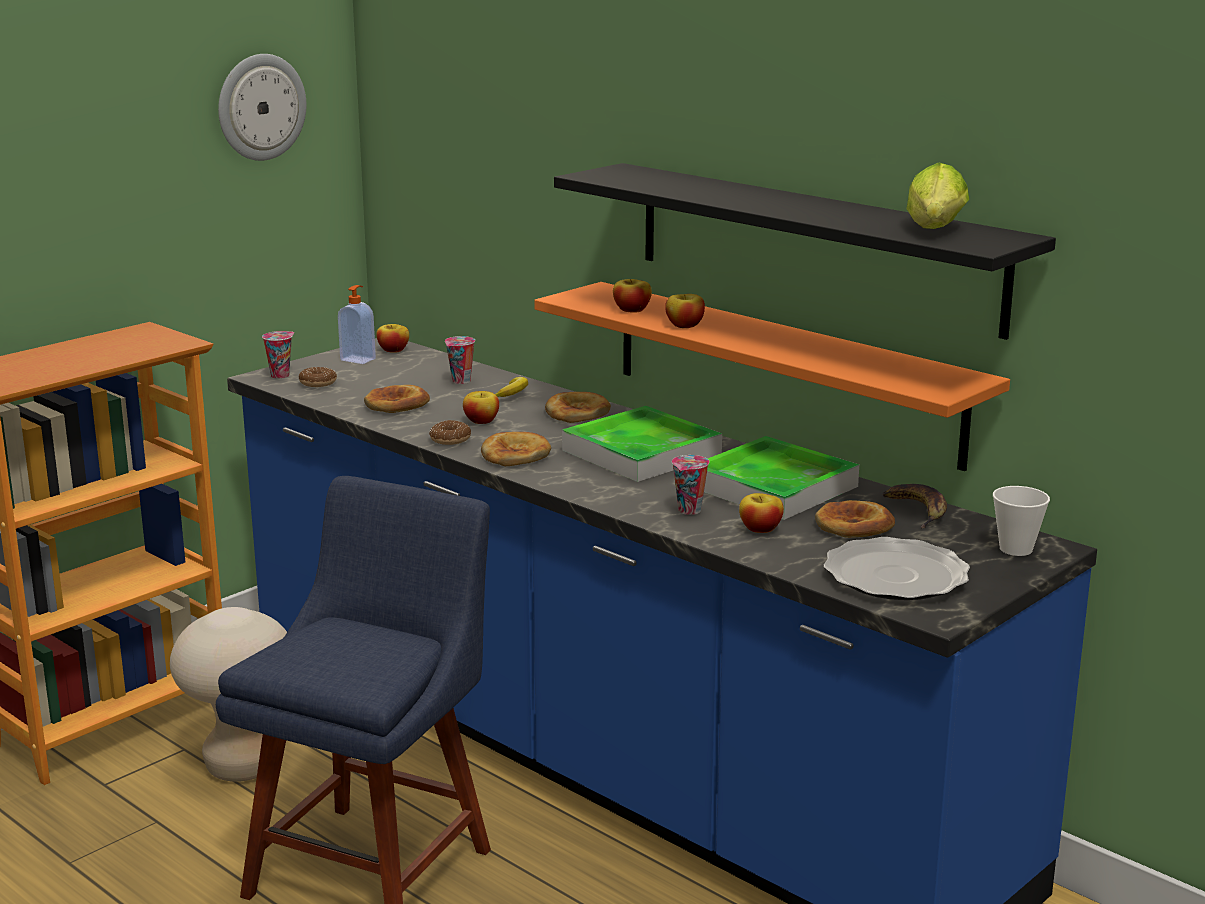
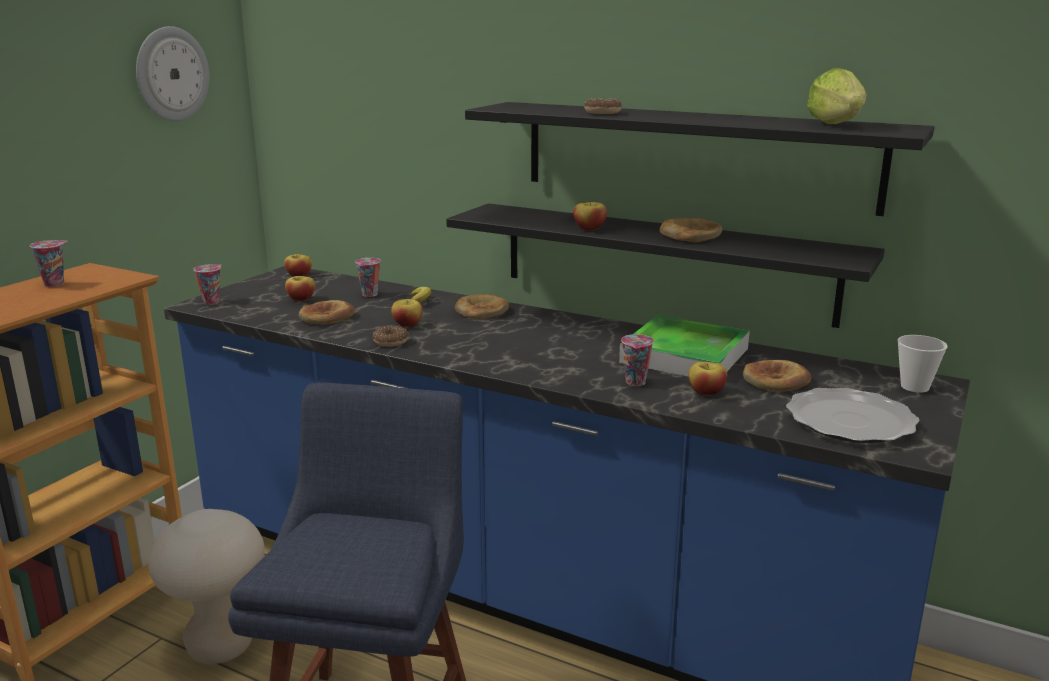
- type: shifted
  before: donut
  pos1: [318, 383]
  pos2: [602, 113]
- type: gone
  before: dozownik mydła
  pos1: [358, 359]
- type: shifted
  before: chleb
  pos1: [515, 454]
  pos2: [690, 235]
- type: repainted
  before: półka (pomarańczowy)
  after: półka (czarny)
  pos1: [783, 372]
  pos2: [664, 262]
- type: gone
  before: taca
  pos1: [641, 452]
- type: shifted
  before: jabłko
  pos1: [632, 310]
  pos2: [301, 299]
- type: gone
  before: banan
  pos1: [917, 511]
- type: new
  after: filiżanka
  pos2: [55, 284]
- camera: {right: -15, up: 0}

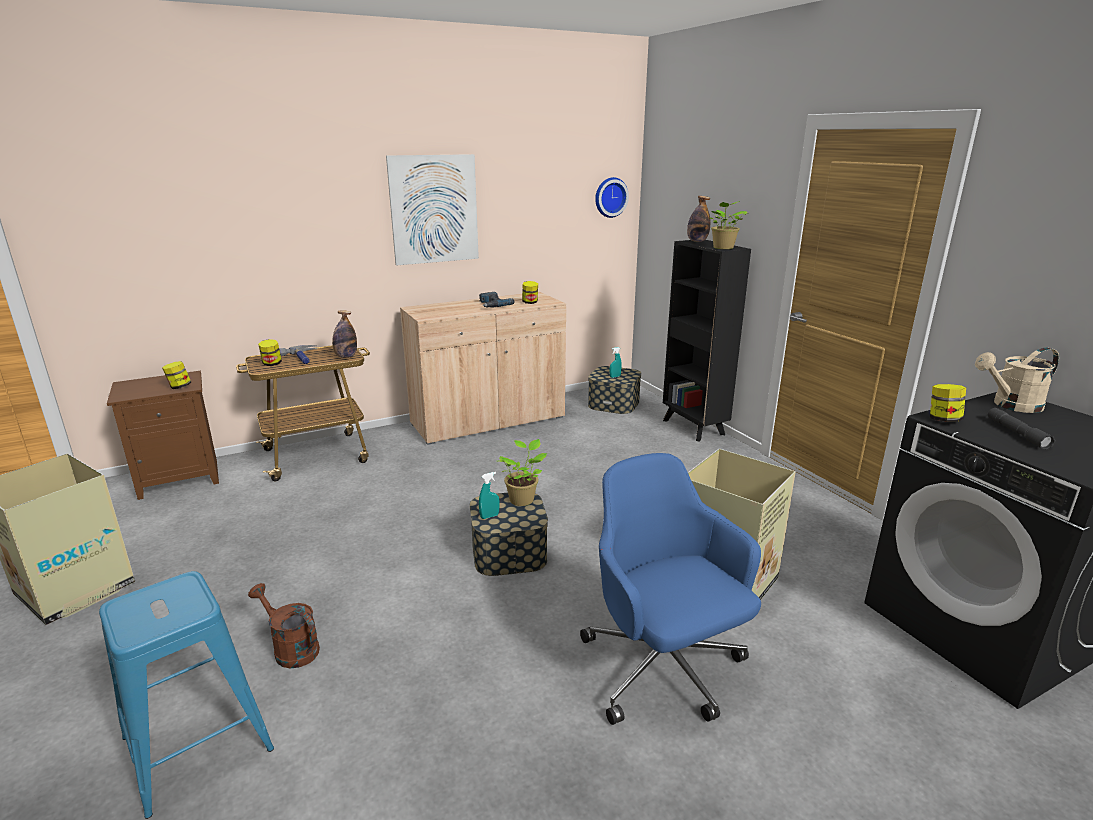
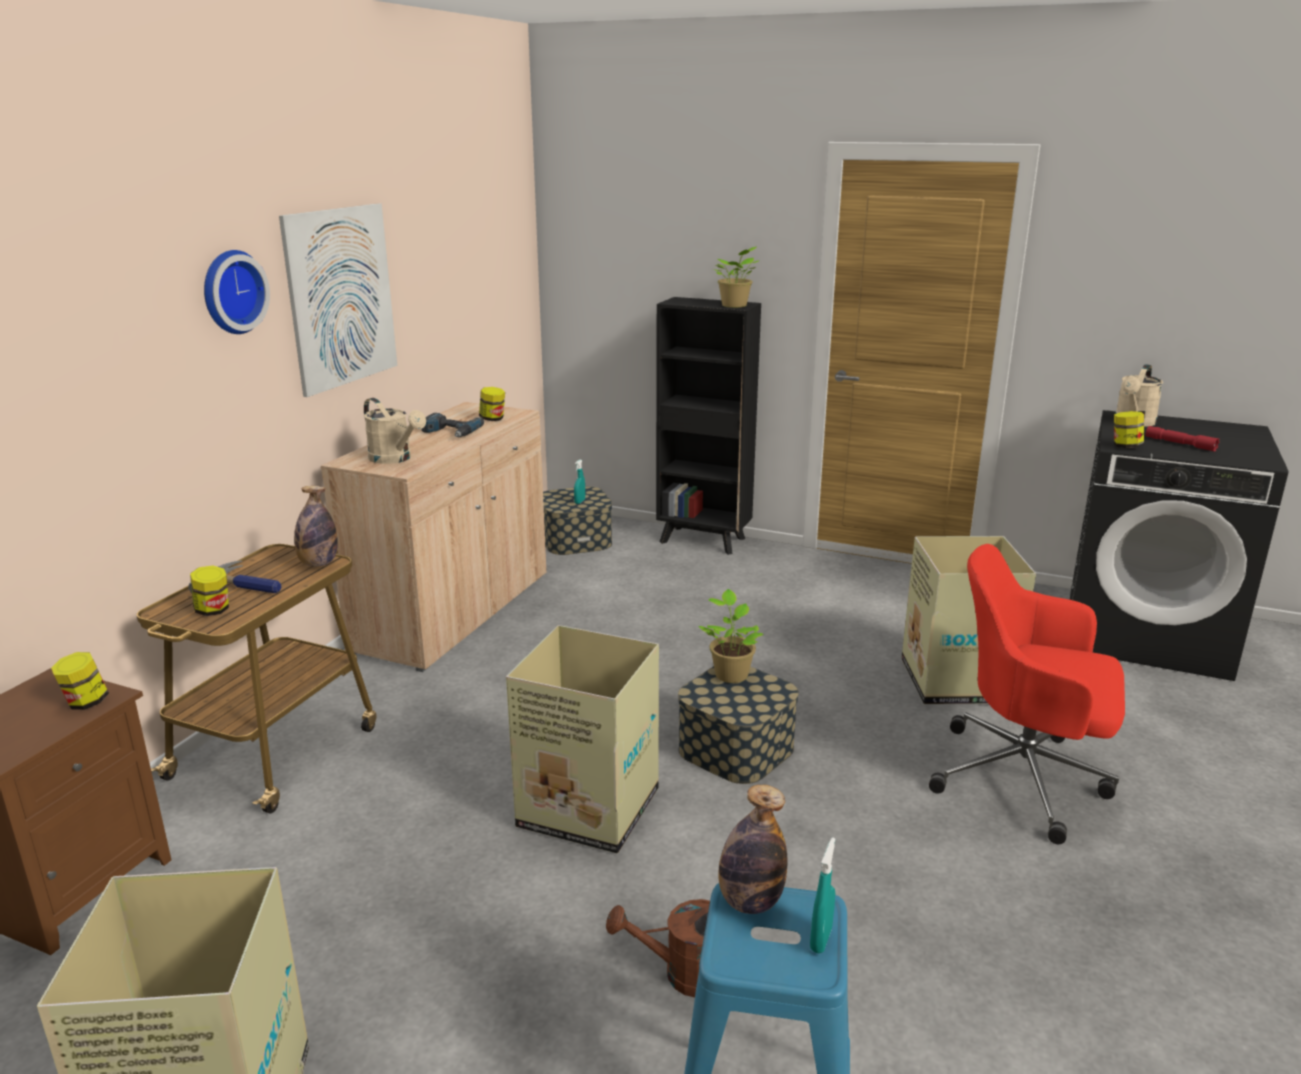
- type: shifted
  before: spryskiwacz (turkusowy)
  pos1: [489, 516]
  pos2: [821, 939]
- type: repainted
  before: krzesło biurowe (niebieski)
  after: krzesło biurowe (czerwony)
  pos1: [663, 669]
  pos2: [1024, 778]
- type: shifted
  before: zegar ścienny
  pos1: [610, 197]
  pos2: [231, 292]
- type: shifted
  before: butelka
  pos1: [697, 241]
  pos2: [750, 902]
- type: repainted
  before: latarka (szary)
  after: latarka (czerwony)
  pos1: [1017, 433]
  pos2: [1180, 444]
- type: new
  after: konewka (beżowy)
  pos2: [395, 459]
- type: new
  after: karton
  pos2: [586, 808]
- camera: {right: -40, up: 0}

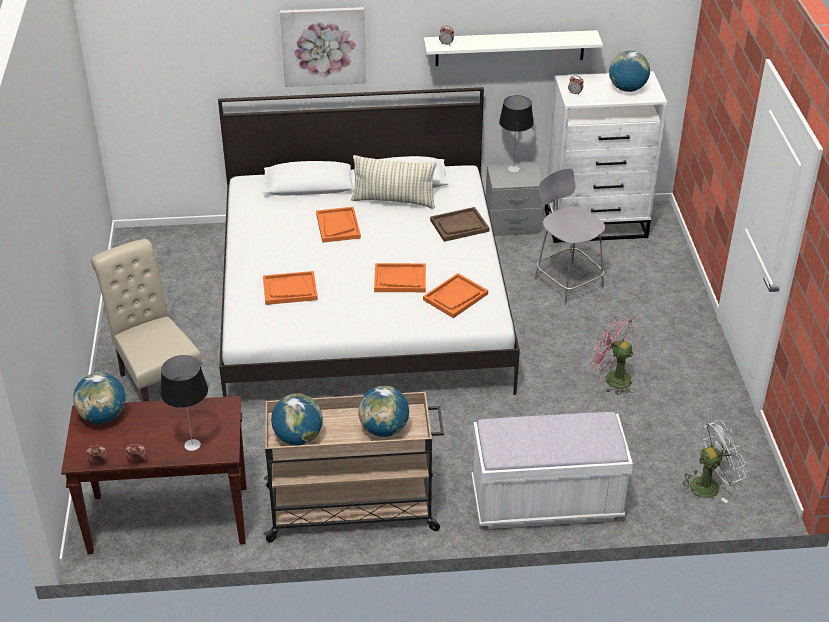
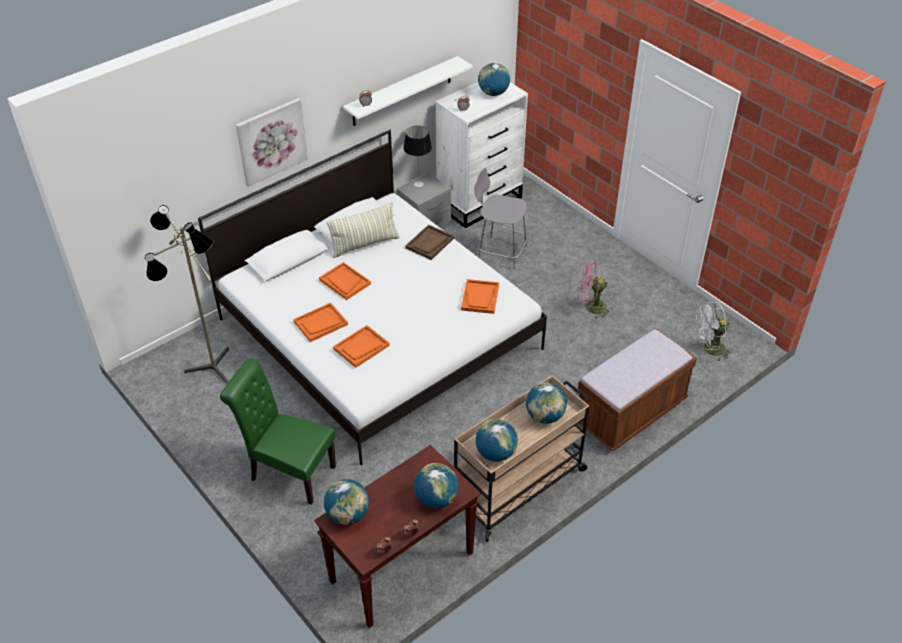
- type: repainted
  before: krzesło (beżowy)
  after: krzesło (zielony)
  pos1: [157, 384]
  pos2: [288, 472]
- type: swapped
  before: lampa stołowa
  after: globus
  pos1: [193, 444]
  pos2: [436, 499]
- type: shifted
  before: taca (pomarańczowy)
  pos1: [400, 279]
  pos2: [320, 323]
- type: repainted
  before: ławka (biały)
  after: ławka (brązowy)
  pos1: [546, 502]
  pos2: [630, 413]
- type: rotated
  before: wentylator (biały)
  pos1: [710, 485]
  pos2: [709, 349]
  turn: -135
- type: new
  after: lampa stojąca
  pos2: [209, 372]
- camera: {right: -35, up: 5}

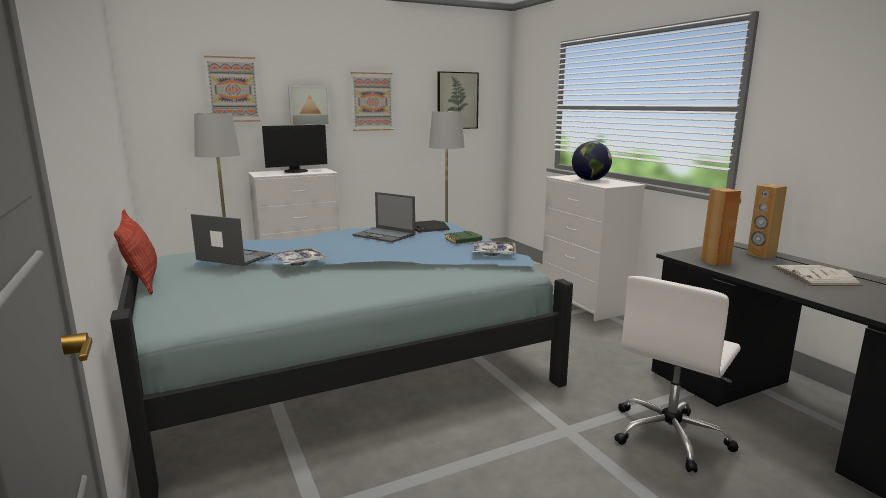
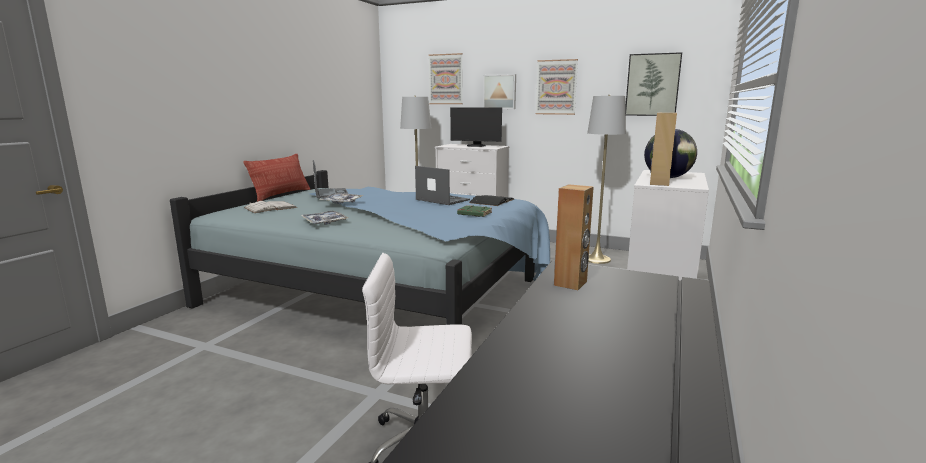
- type: rotated
  before: laptop
  pos1: [384, 235]
  pos2: [442, 199]
  turn: 135
- type: shifted
  before: taca
  pos1: [493, 253]
  pos2: [324, 222]
- type: shifted
  before: głośnik (brązowy)
  pos1: [761, 255]
  pos2: [659, 183]
- type: shifted
  before: książka (biały)
  pos1: [814, 276]
  pos2: [270, 207]
- camera: {right: 50, up: 0}

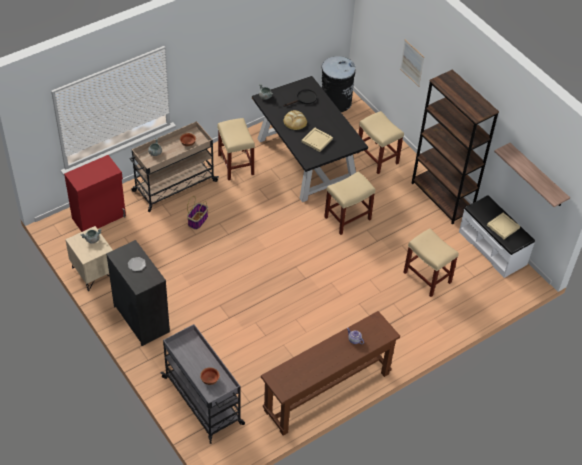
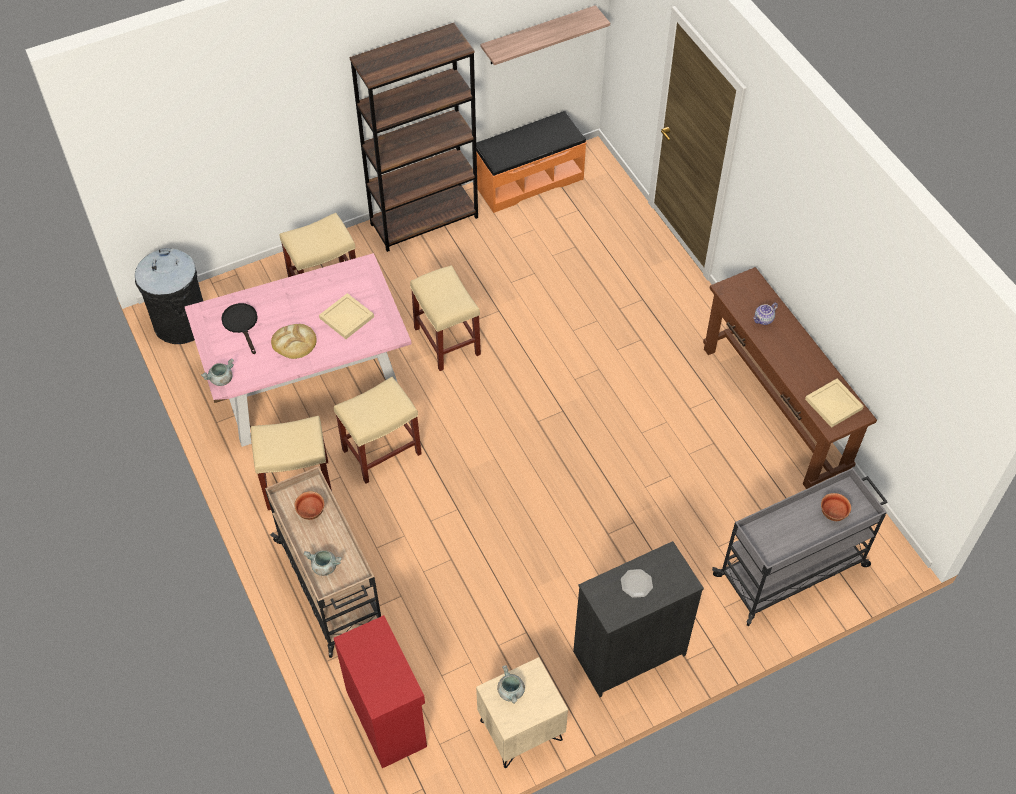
- type: gone
  before: koszyk
  pos1: [198, 220]
- type: repainted
  before: stół jadalny (czarny)
  after: stół jadalny (różowy)
  pos1: [307, 160]
  pos2: [309, 380]
- type: gone
  before: obraz
  pos1: [412, 63]
- type: shifted
  before: stołek (beżowy)
  pos1: [426, 277]
  pos2: [381, 452]
- type: repainted
  before: ławka (biały)
  after: ławka (pomarańczowy)
  pos1: [493, 248]
  pos2: [528, 181]
- type: shifted
  before: taca (beżowy)
  pos1: [503, 227]
  pos2: [834, 404]
- camera: {right: -80, up: 5}

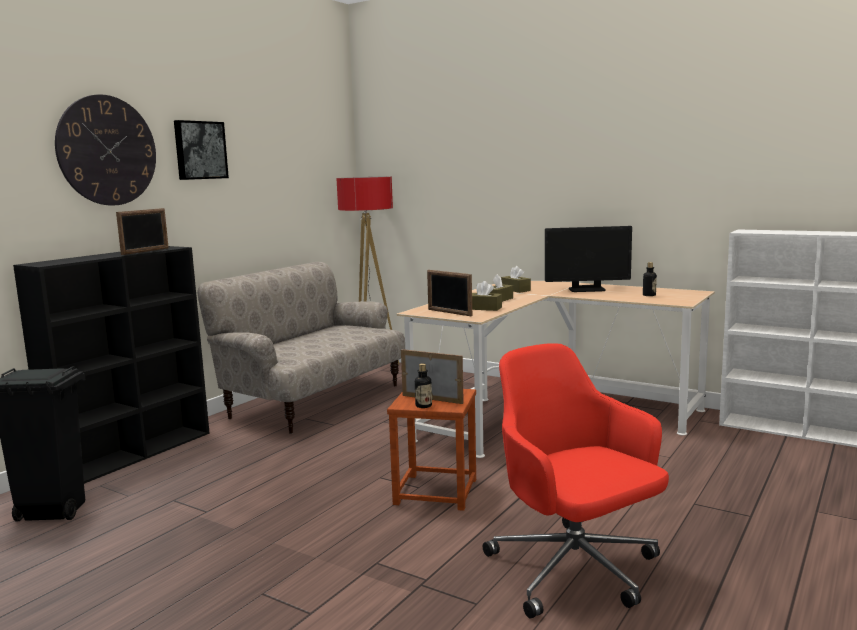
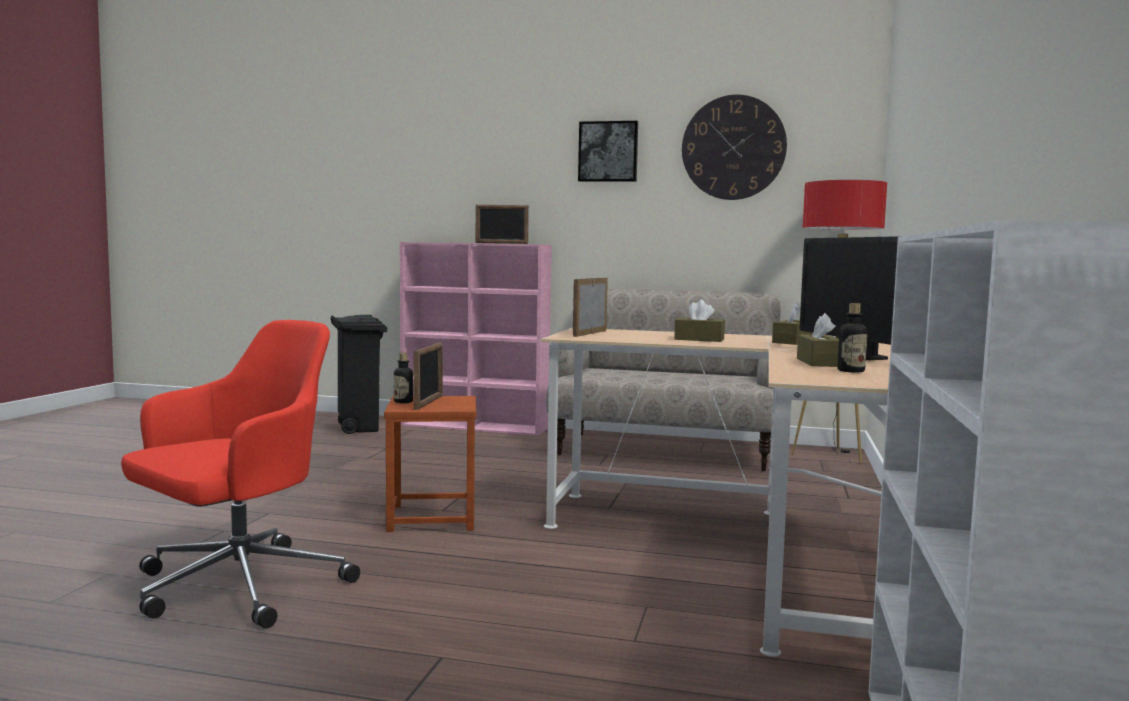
- type: repainted
  before: regał (czarny)
  after: regał (różowy)
  pos1: [134, 454]
  pos2: [476, 426]
- type: shifted
  before: zegar ścienny
  pos1: [107, 150]
  pos2: [733, 147]
- type: shifted
  before: pudełko chusteczek (brązowy)
  pos1: [484, 308]
  pos2: [819, 362]
- camera: {right: 70, up: -5}

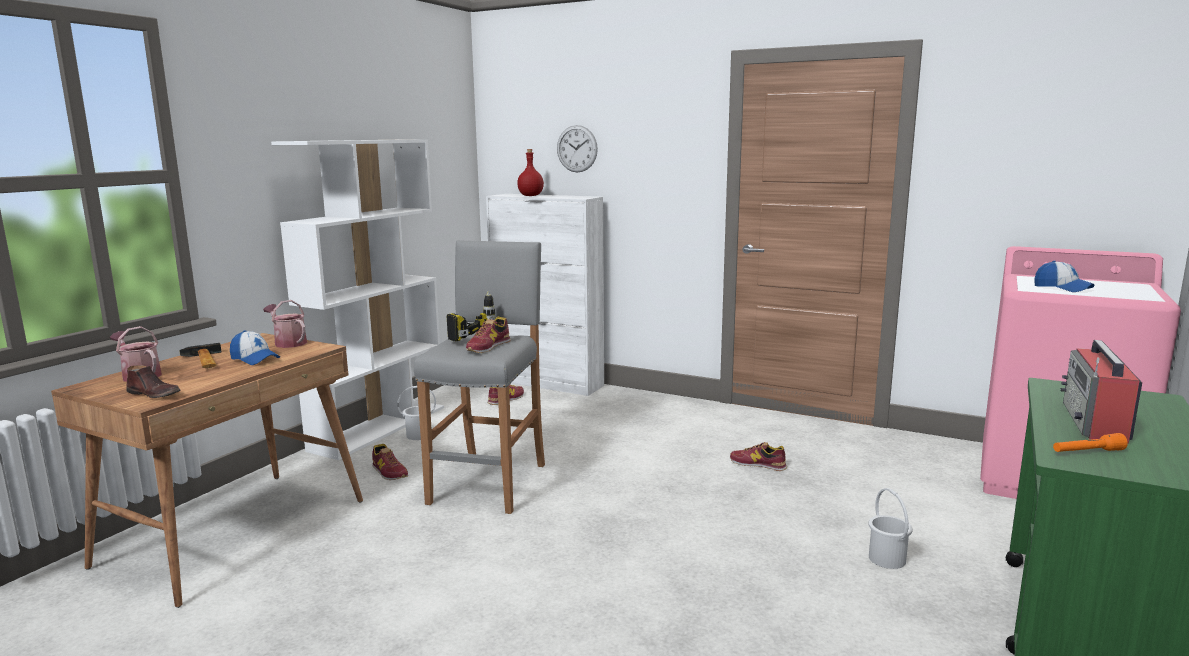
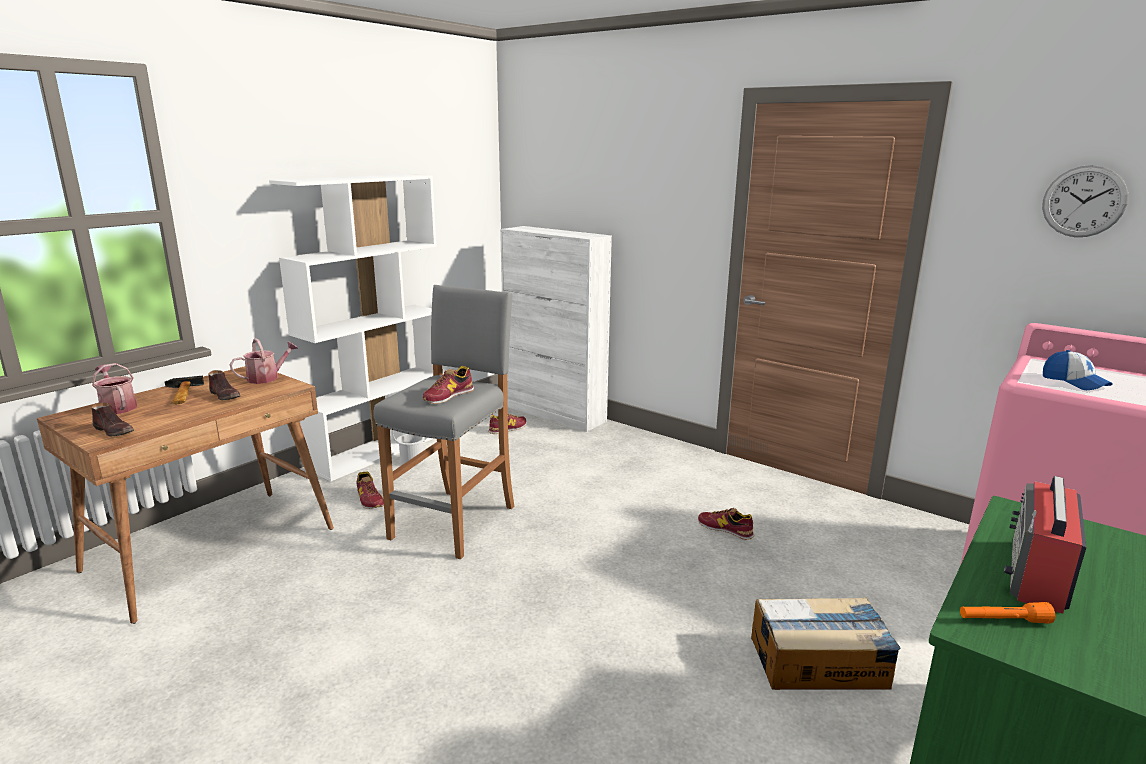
- type: swapped
  before: czapka z daszkiem
  after: but (brązowy)
  pos1: [255, 359]
  pos2: [225, 396]
- type: rotated
  before: konewka
  pos1: [288, 343]
  pos2: [267, 378]
  turn: 90
- type: gone
  before: wiertarka
  pos1: [464, 336]
- type: gone
  before: butelka (czerwony)
  pos1: [531, 196]
- type: shifted
  before: zegar ścienny
  pos1: [577, 148]
  pos2: [1084, 201]
- type: swapped
  before: wiadro (biały)
  after: karton
  pos1: [887, 559]
  pos2: [819, 662]
- camera: {right: 10, up: 5}

